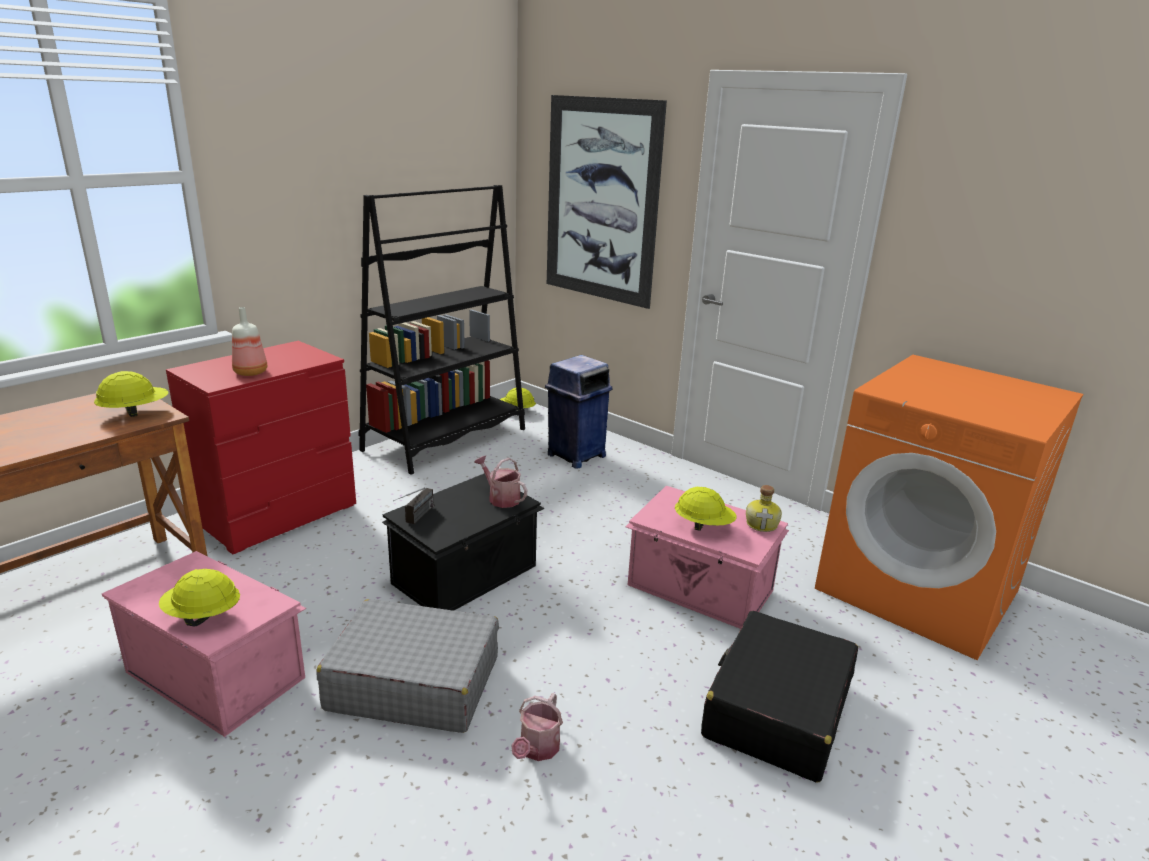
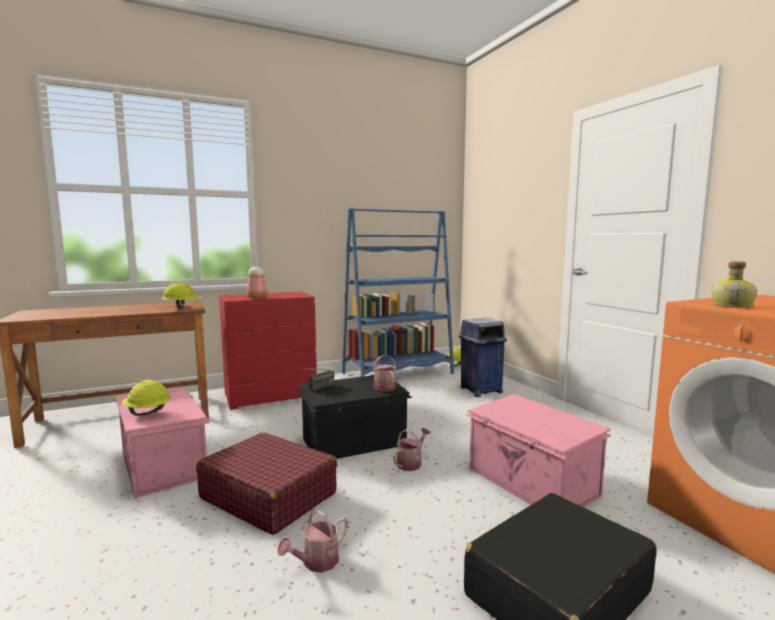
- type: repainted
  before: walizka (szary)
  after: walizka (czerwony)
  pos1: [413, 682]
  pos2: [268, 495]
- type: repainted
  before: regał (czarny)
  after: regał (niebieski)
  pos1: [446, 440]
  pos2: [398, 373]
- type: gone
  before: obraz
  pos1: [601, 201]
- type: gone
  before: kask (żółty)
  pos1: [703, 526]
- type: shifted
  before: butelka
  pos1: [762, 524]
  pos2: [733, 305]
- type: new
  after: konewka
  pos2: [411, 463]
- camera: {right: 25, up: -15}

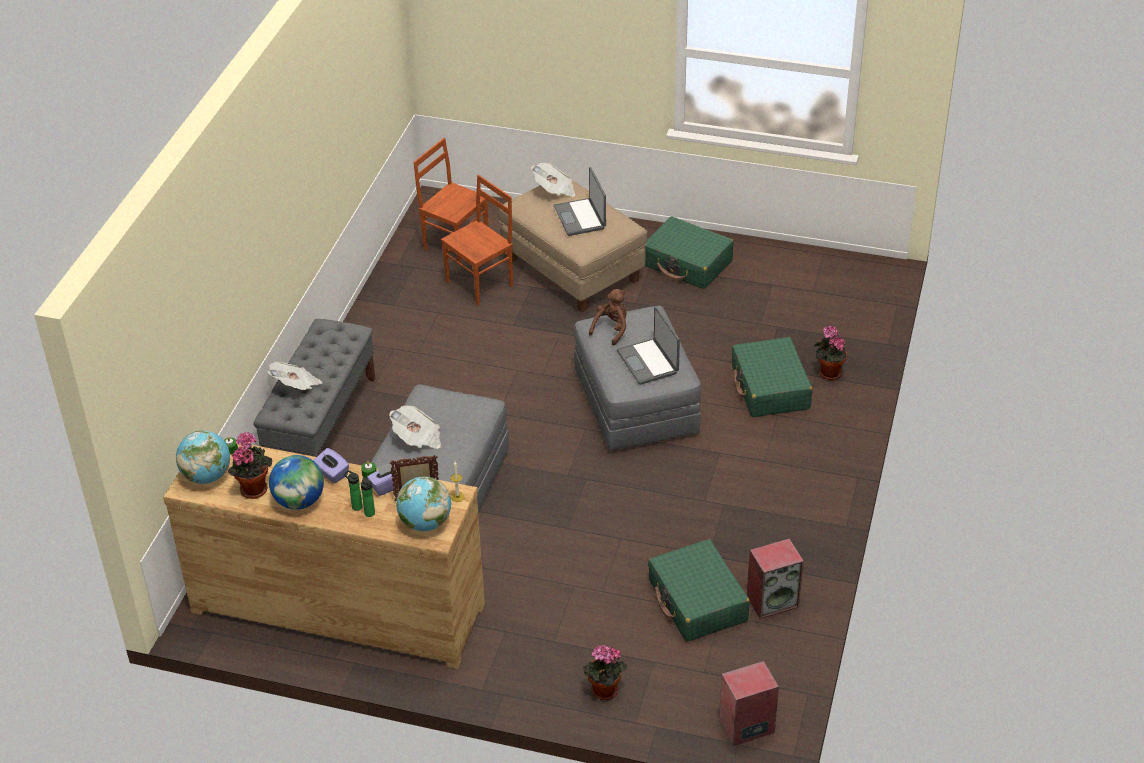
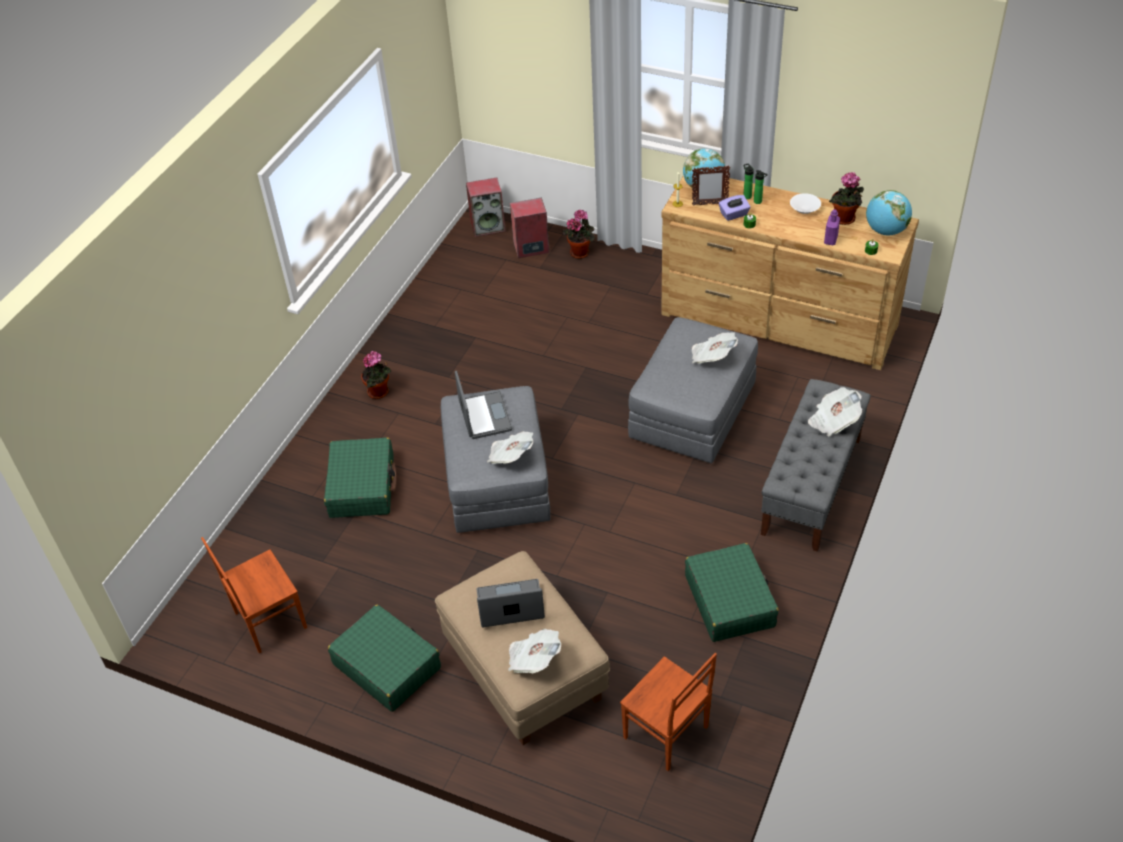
- type: swapped
  before: globus
  after: miska (biały)
  pos1: [299, 501]
  pos2: [804, 208]
- type: gone
  before: pudełko chusteczek (fioletowy)
  pos1: [332, 473]
- type: shifted
  before: krzesło (brązowy)
  pos1: [481, 284]
  pos2: [269, 620]
- type: rotated
  before: laptop
  pos1: [580, 218]
  pos2: [510, 606]
  turn: -90
- type: swapped
  before: pluszak (brązowy)
  after: gazeta
  pos1: [611, 329]
  pos2: [510, 456]
- type: shifted
  before: walizka (zielony)
  pos1: [697, 601]
  pos2: [730, 600]
- type: shifted
  before: głośnik
  pos1: [773, 601]
  pos2: [530, 248]
- type: shifted
  before: roślina doniczkowa
  pos1: [828, 373]
  pos2: [380, 392]
- type: new
  after: butelka (fioletowy)
  pos2: [830, 240]
- camera: {right: -170, up: 5}

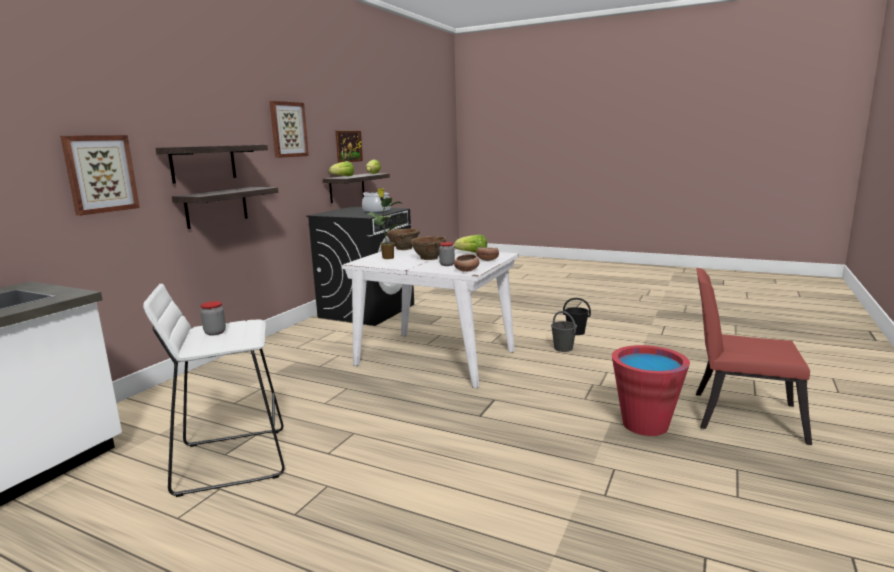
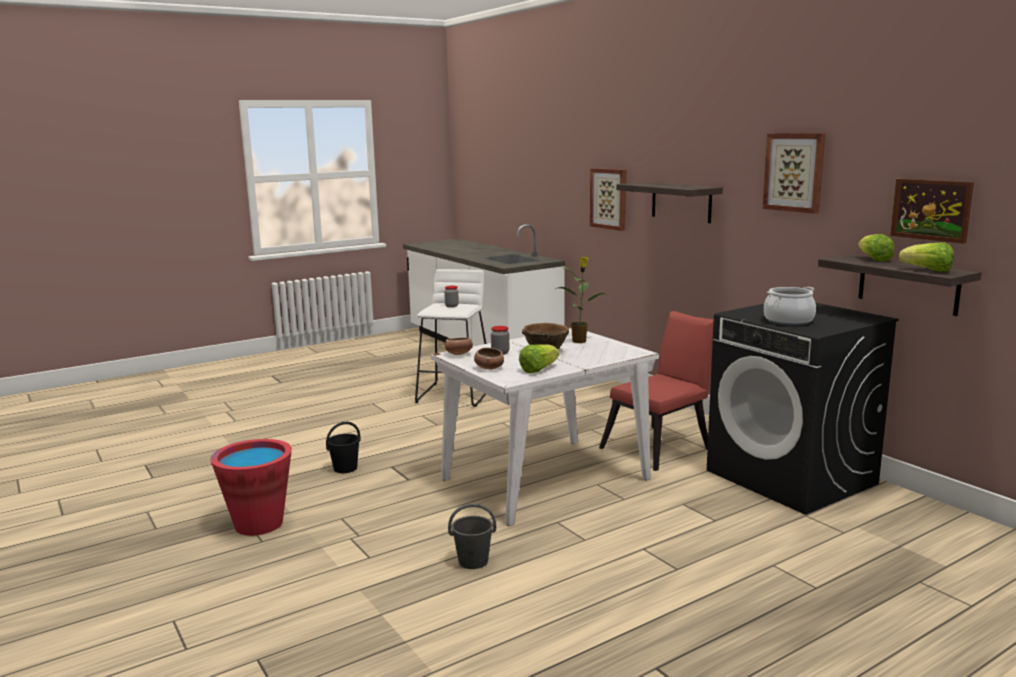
- type: gone
  before: półka
  pos1: [216, 207]
- type: gone
  before: miska (brązowy)
  pos1: [403, 249]
- type: shifted
  before: wiadro (czarny)
  pos1: [576, 332]
  pos2: [345, 468]
- type: shifted
  before: krzesło (czerwony)
  pos1: [738, 415]
  pos2: [661, 447]
- camera: {right: 120, up: 0}

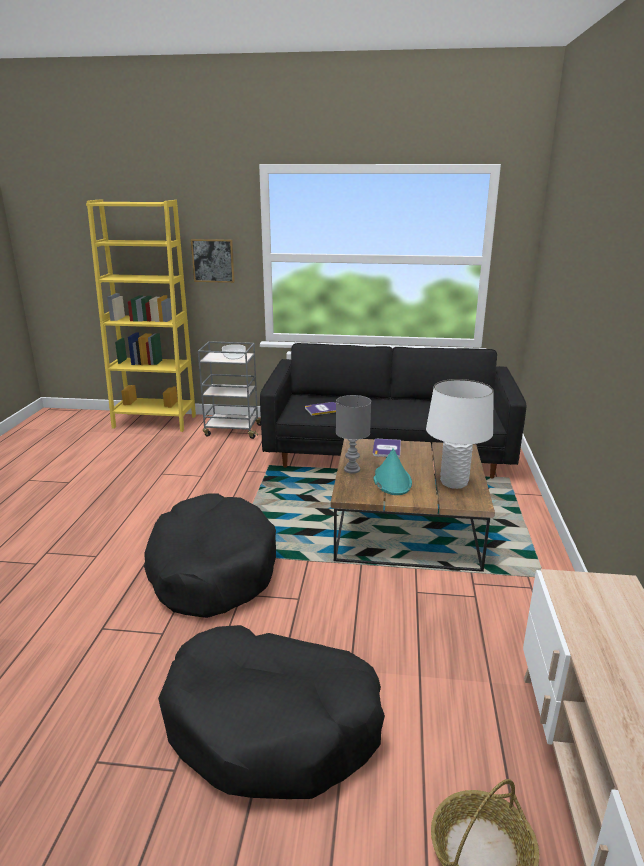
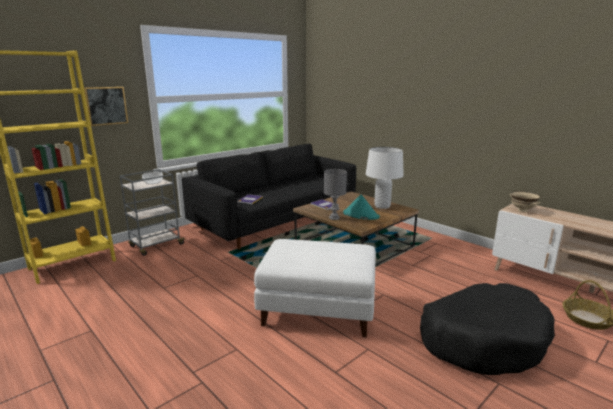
- type: swapped
  before: legowisko (czarny)
  after: pufa (biały)
  pos1: [211, 569]
  pos2: [319, 309]
- type: new
  after: miska (beżowy)
  pos2: [522, 210]
- camera: {right: -50, up: -5}

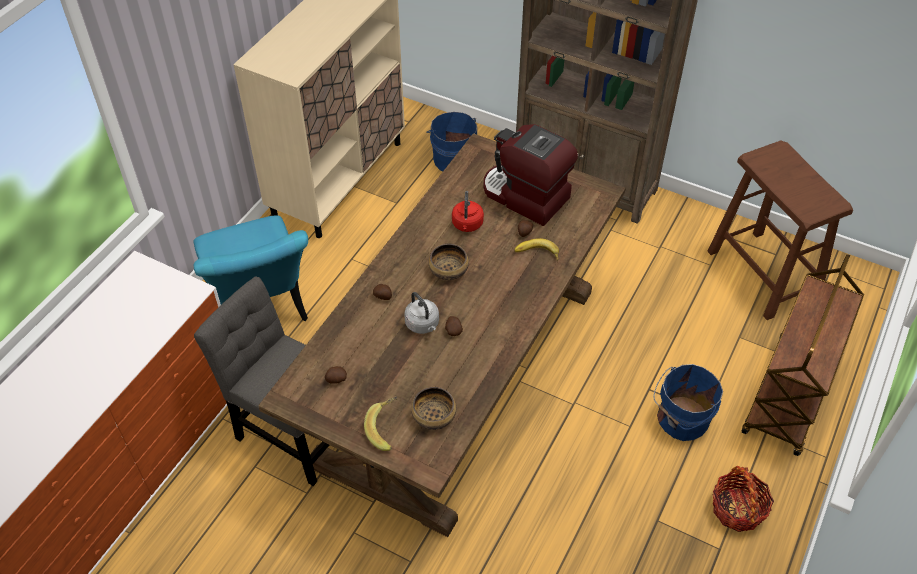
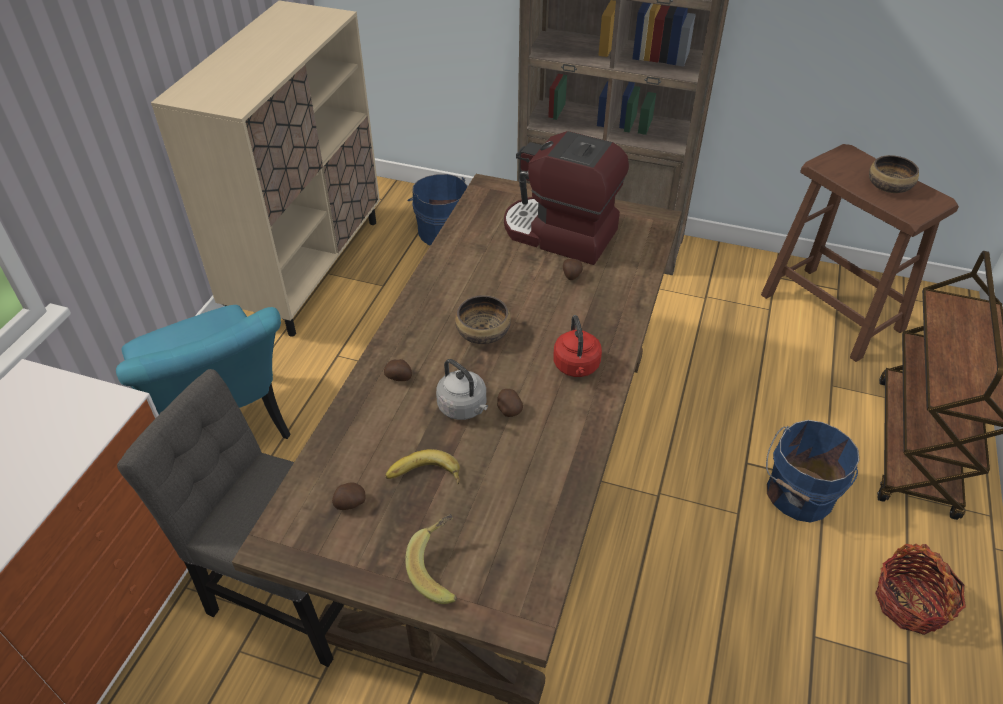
- type: shifted
  before: miska
  pos1: [434, 416]
  pos2: [889, 186]
- type: shifted
  before: czajnik (czerwony)
  pos1: [467, 225]
  pos2: [576, 367]
- type: shifted
  before: banan
  pos1: [536, 254]
  pos2: [424, 477]
- camera: {right: -10, up: -5}

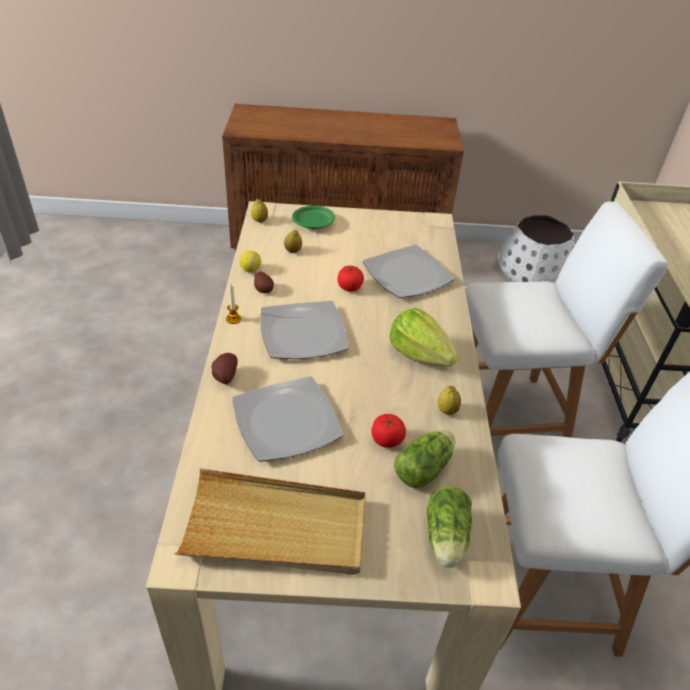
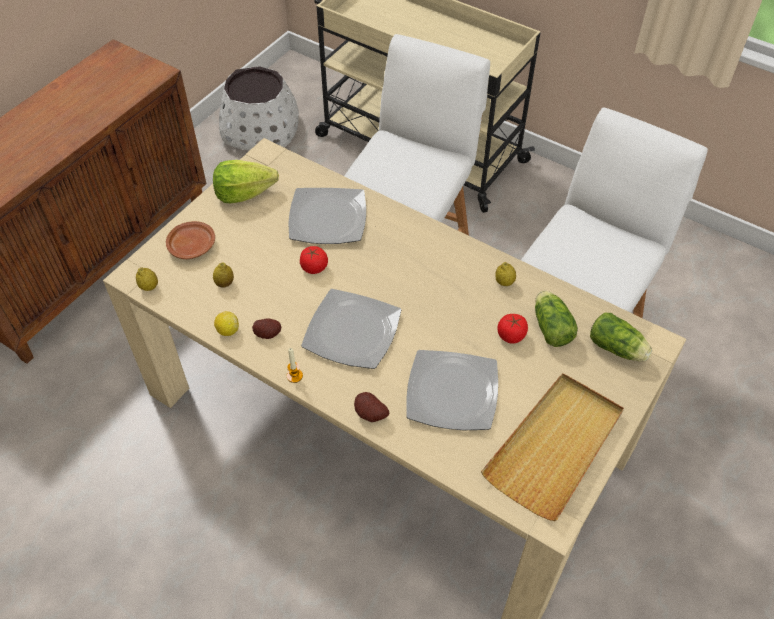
- type: repainted
  before: talerz (zielony)
  after: talerz (brązowy)
  pos1: [314, 223]
  pos2: [192, 246]
- type: shifted
  before: sałata
  pos1: [419, 354]
  pos2: [244, 193]
- camera: {right: -55, up: 10}

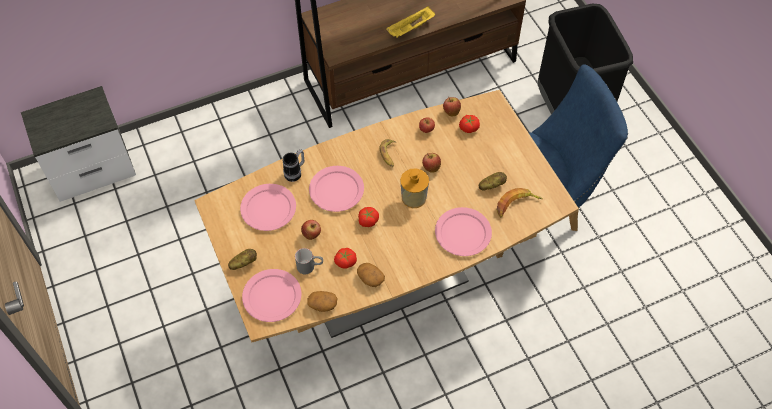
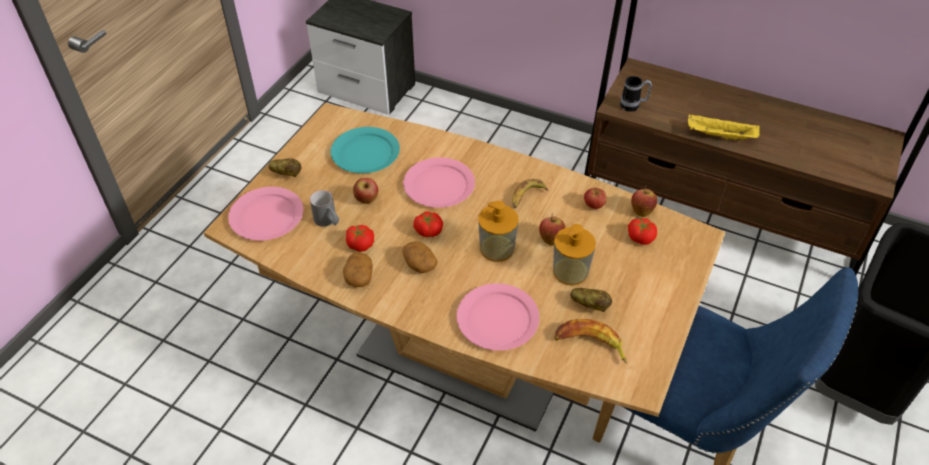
- type: repainted
  before: talerz (różowy)
  after: talerz (turkusowy)
  pos1: [269, 208]
  pos2: [366, 153]
- type: shifted
  before: kubek
  pos1: [295, 173]
  pos2: [633, 106]
- type: shifted
  before: ziemniak
  pos1: [322, 305]
  pos2: [419, 264]
- type: new
  after: dozownik mydła
  pos2: [570, 271]
- camera: {right: 50, up: -10}

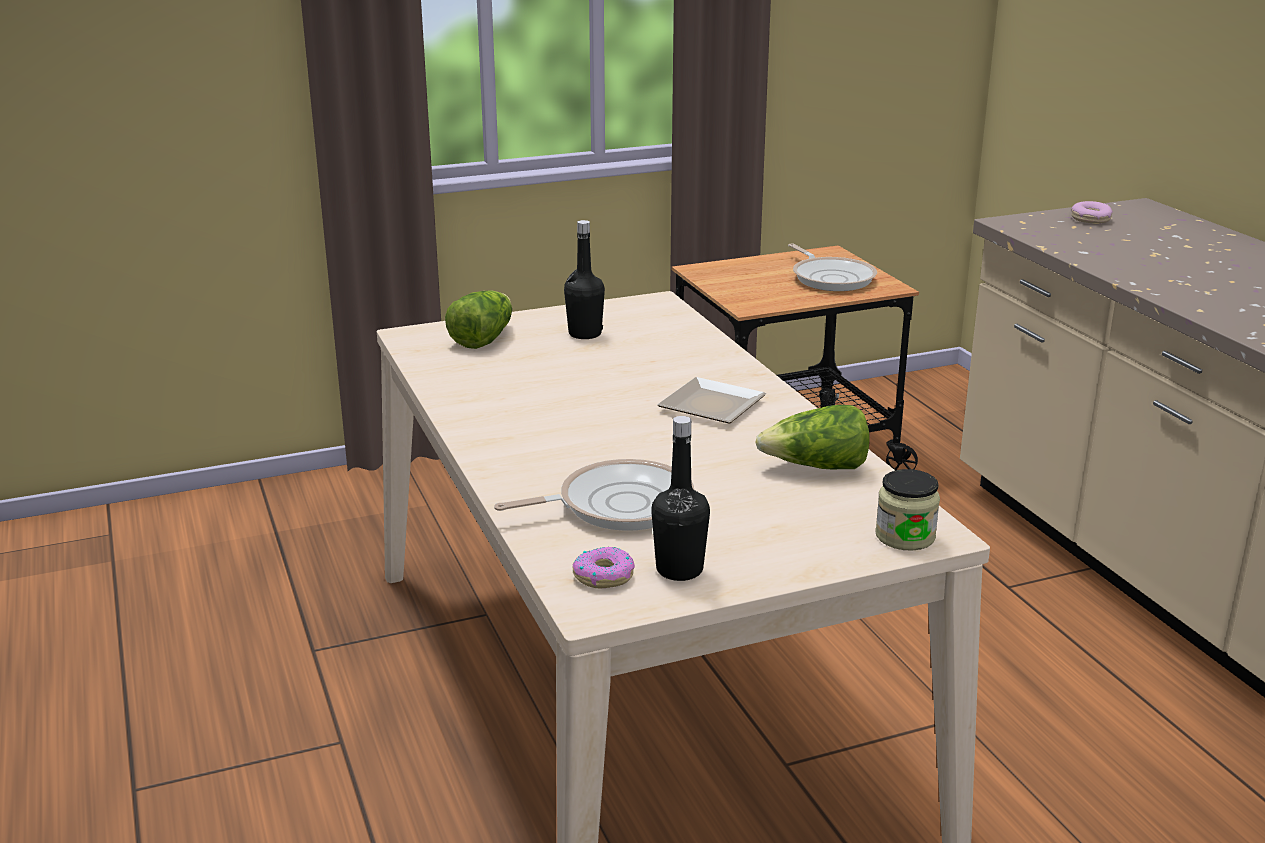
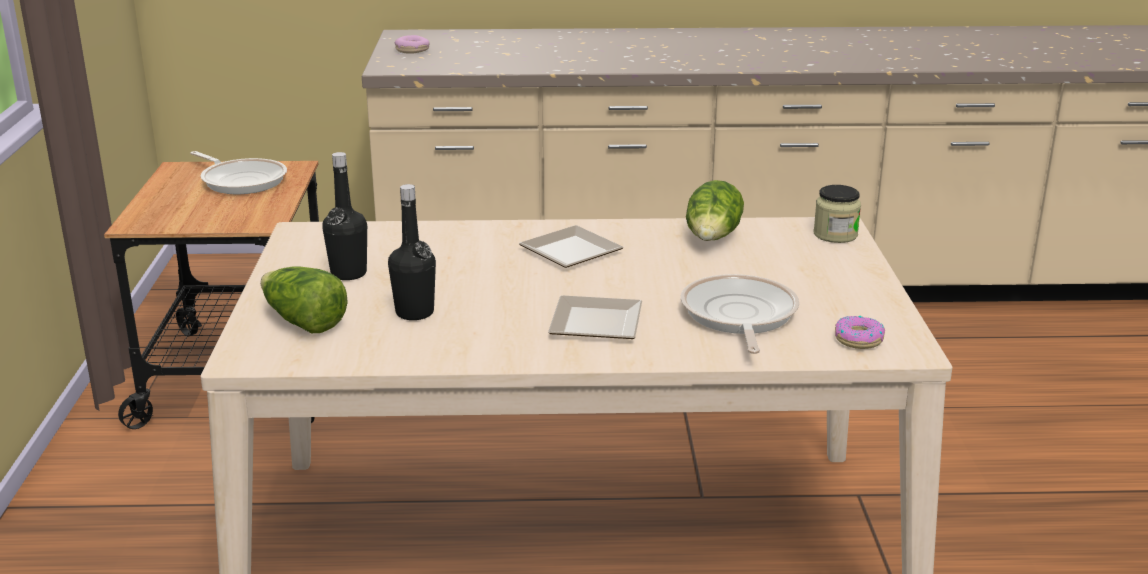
- type: shifted
  before: butelka (czarny)
  pos1: [679, 570]
  pos2: [414, 313]
- type: rotated
  before: patelnia
  pos1: [831, 278]
  pos2: [242, 180]
  turn: 45
- type: new
  after: talerz
  pos2: [599, 322]
- camera: {right: -70, up: 0}

